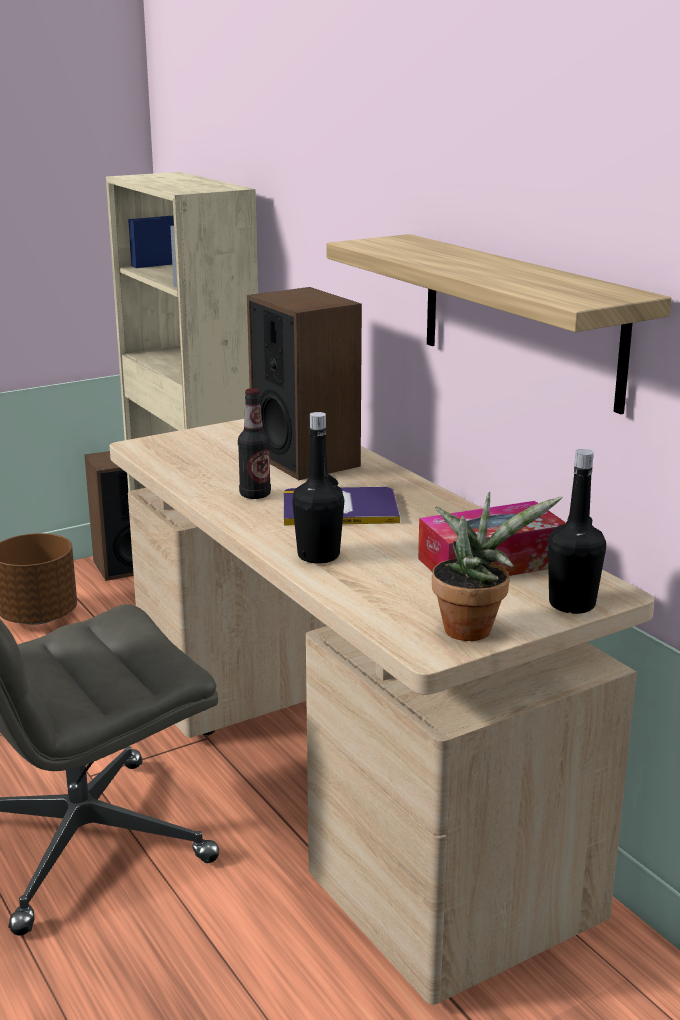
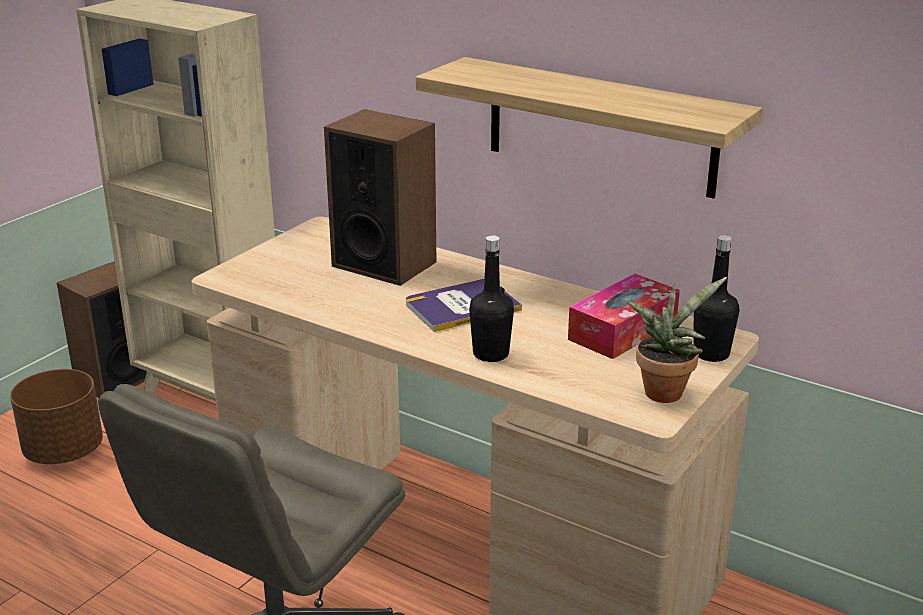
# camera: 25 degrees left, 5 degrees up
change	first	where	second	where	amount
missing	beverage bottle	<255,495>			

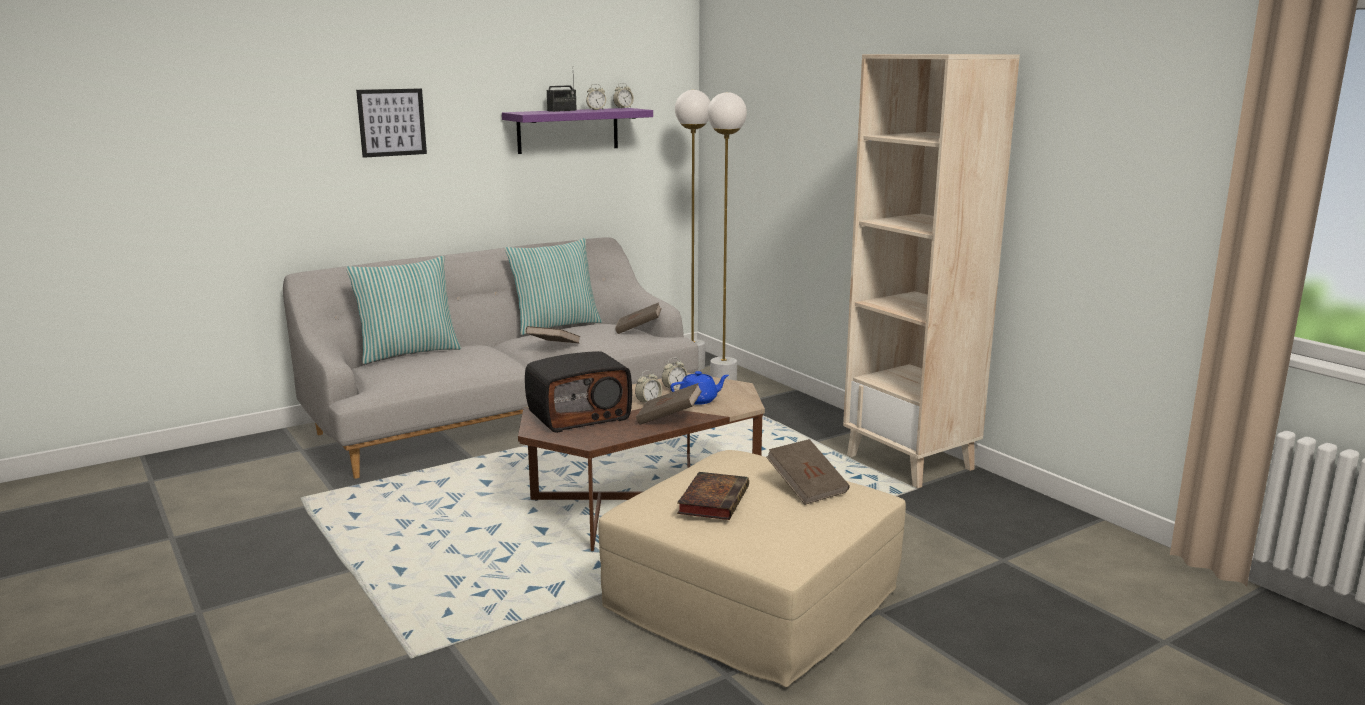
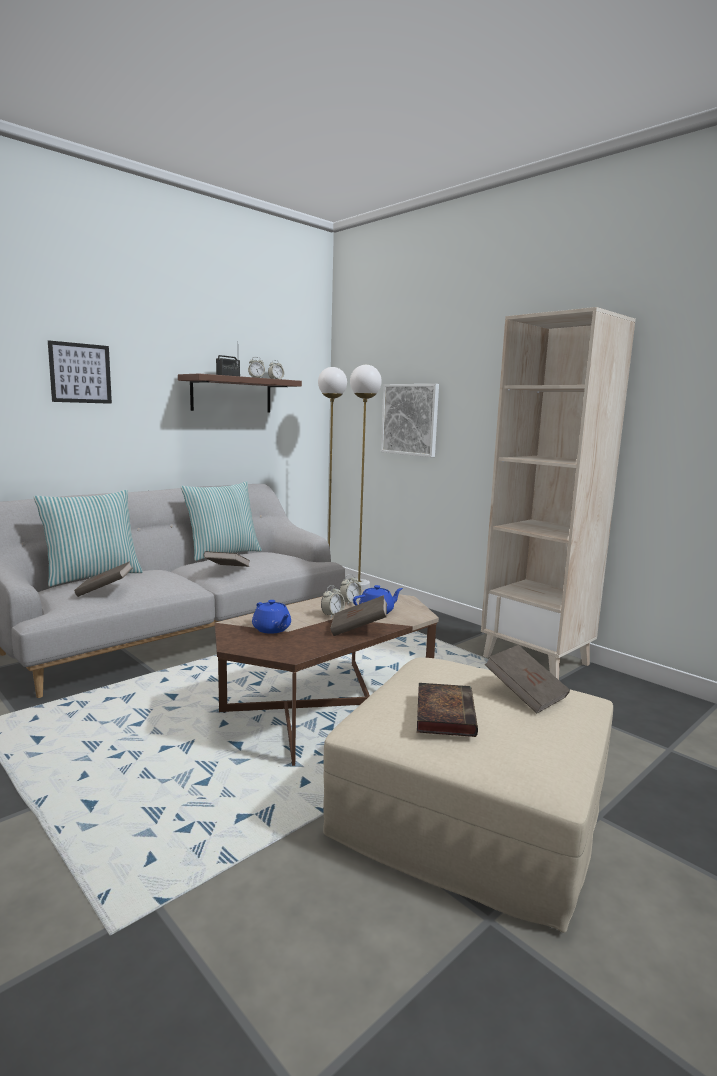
# camera: 10 degrees left, 5 degrees down
change	first	where	second	where	amount
colour	purple wall shelf	<568,130>	brown-coloured wall shelf	<231,394>	
relocated	brown-coloured book	<638,330>		<105,591>	
exchanged	radio	<579,416>	bluish teapot	<272,629>	
appeared			picture	<410,419>	

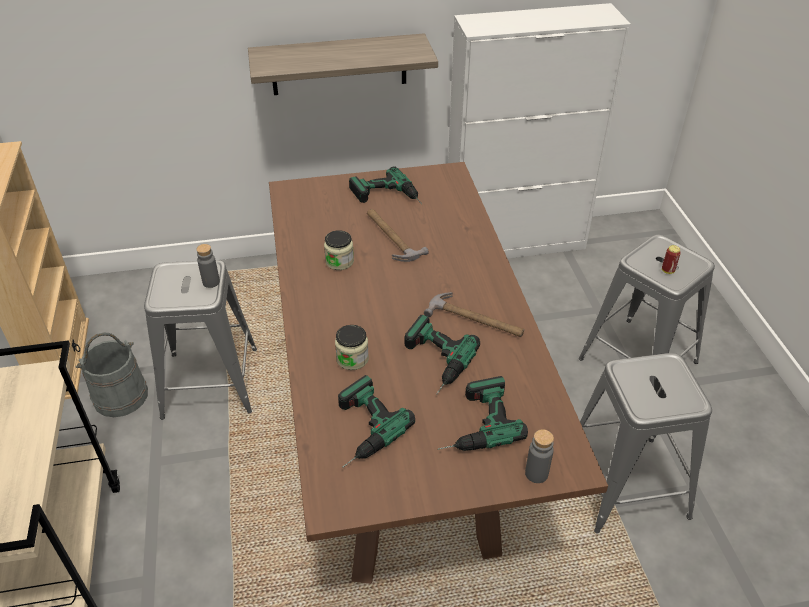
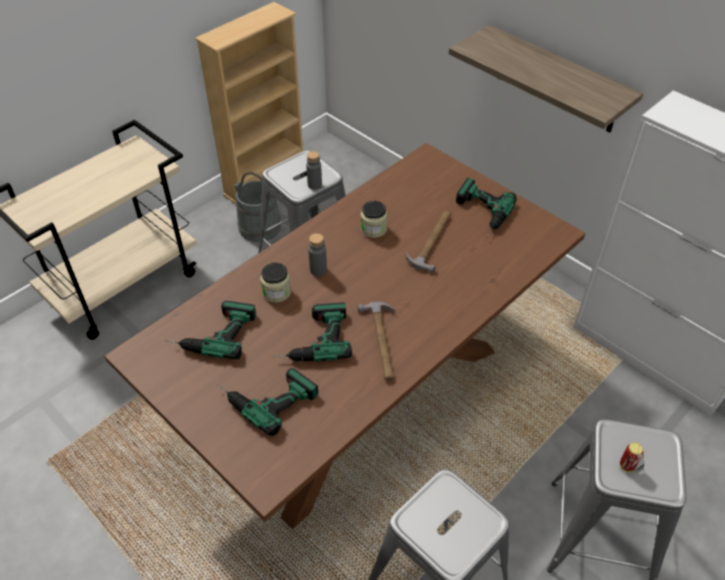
# camera: 55 degrees right, 5 degrees up
change	first	where	second	where	amount
relocated	grey beverage bottle	<536,473>		<318,270>	

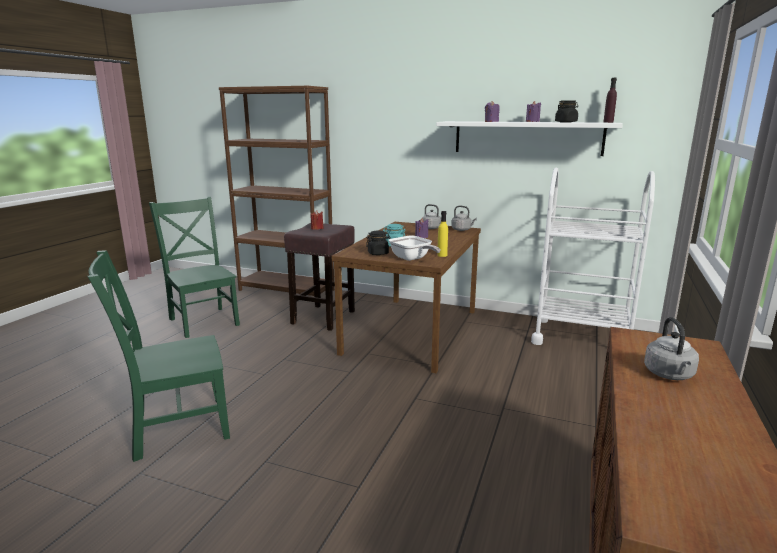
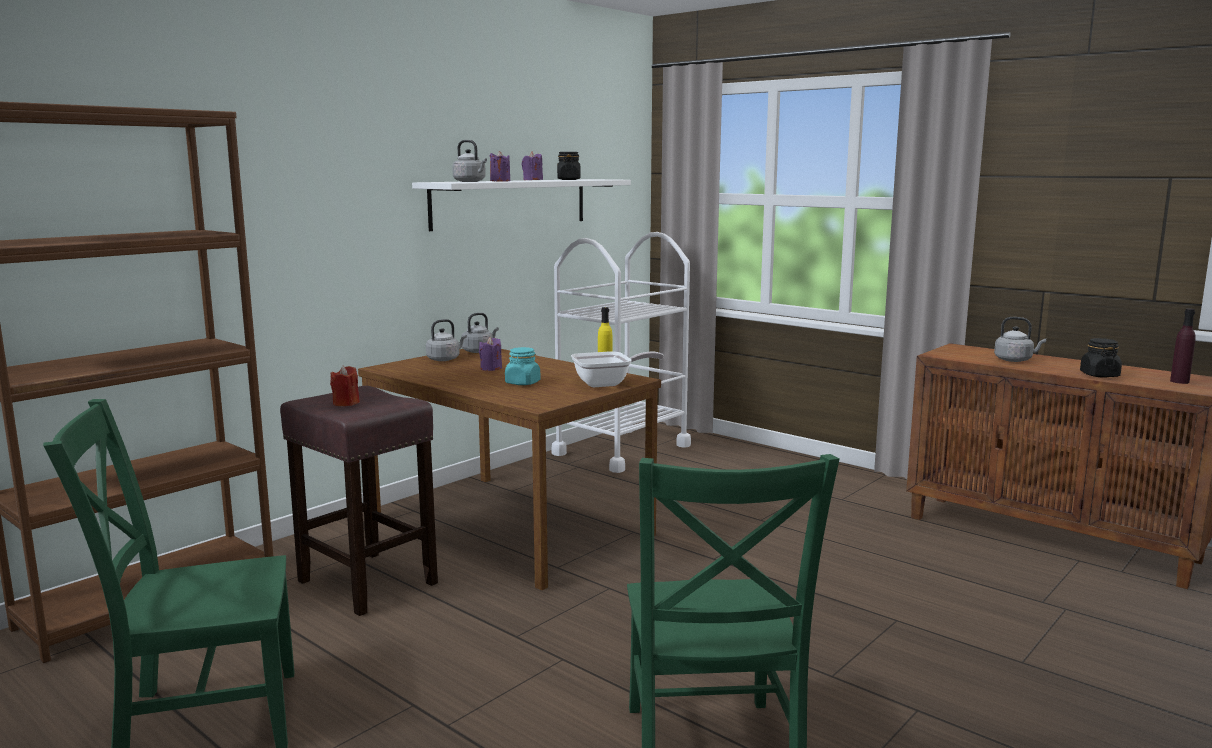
# camera: 70 degrees left, 5 degrees down
change	first	where	second	where	amount
relocated	purple beverage bottle	<608,122>		<1179,381>	
relocated	black-coloured storage jar	<378,253>		<1099,375>	
appeared			grey kettle	<470,181>	

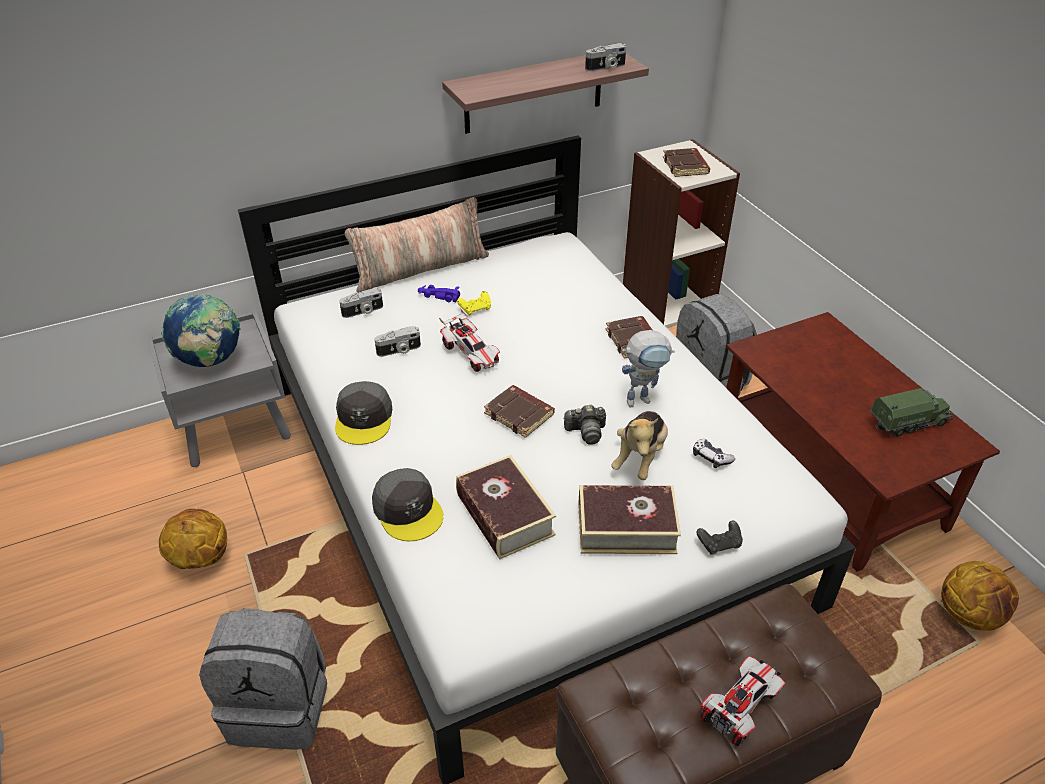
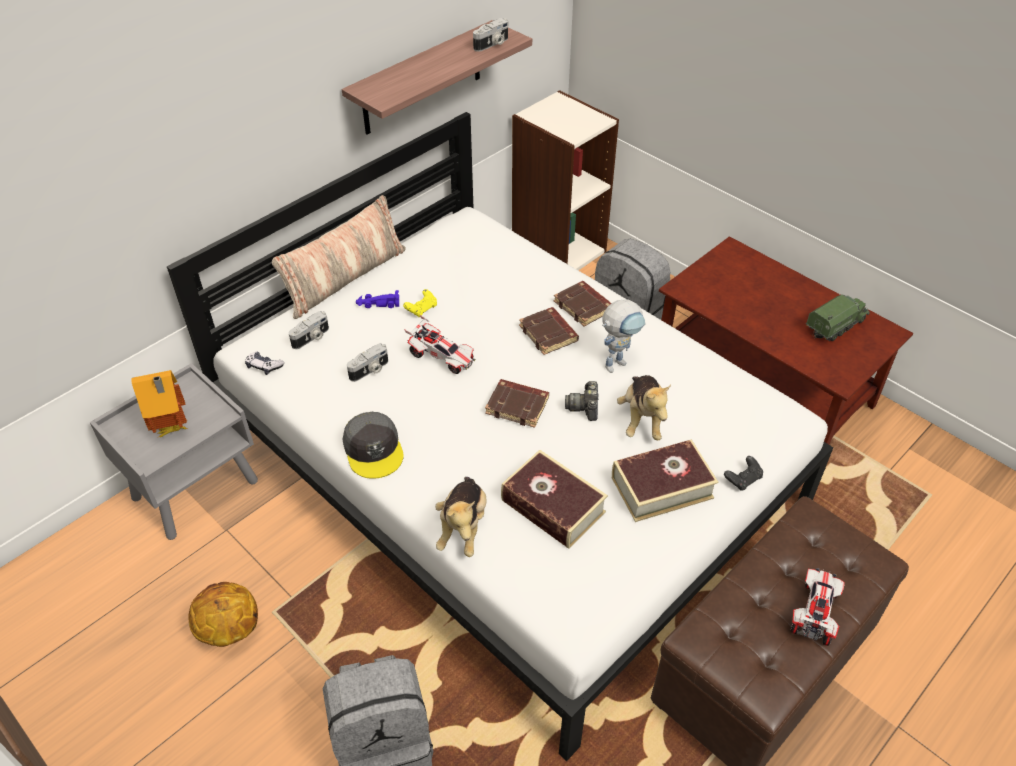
# camera: 20 degrees left, 5 degrees up
change	first	where	second	where	amount
relocated	brown-coloured book	<686,166>		<549,334>	
exchanged	globe	<210,361>	model house	<172,429>	
spun	photo camera	<586,432>		<584,407>	120 degrees clockwise
relocated	joypad	<711,457>		<264,366>	
exchanged	grey peaked cap	<408,510>	soft toy	<463,527>	
missing	basketball ball	<969,615>			

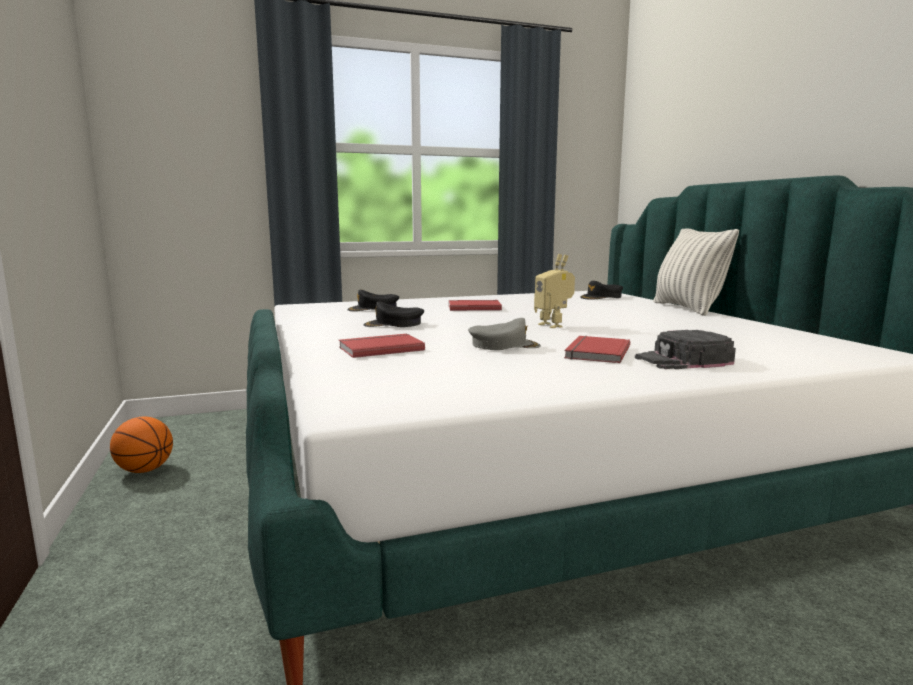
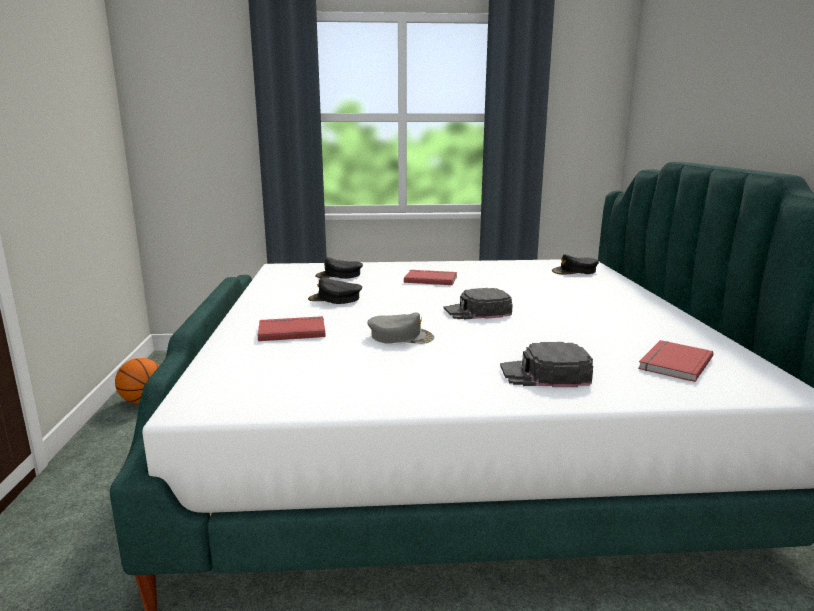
# camera: 15 degrees right, 5 degrees up
change	first	where	second	where	amount
missing	cushion	<688,308>			
exchanged	robot figure	<553,325>	black-coloured peaked cap	<477,311>	
relocated	red-coloured book	<595,352>		<673,363>	

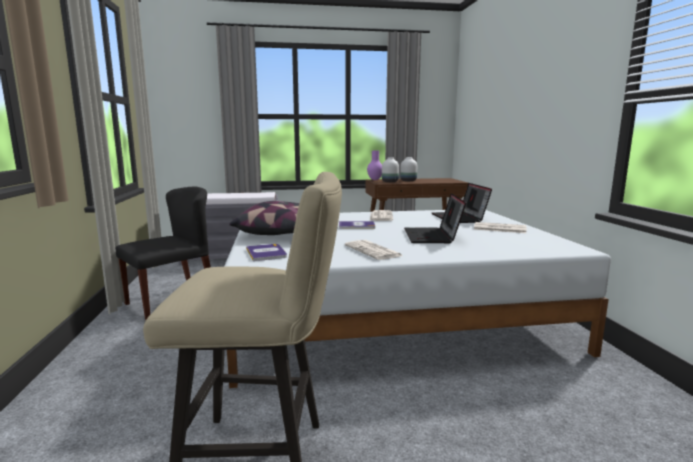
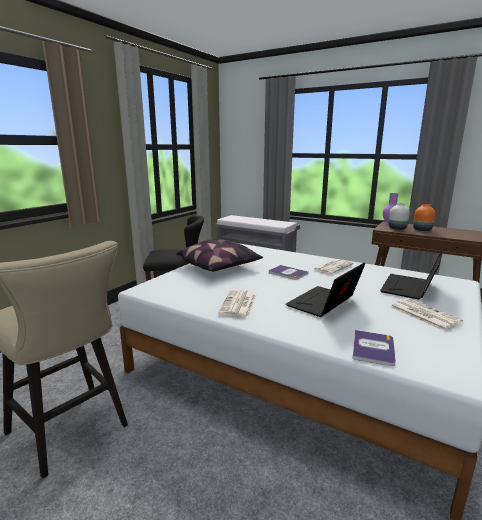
# camera: 40 degrees right, 5 degrees up
change	first	where	second	where	amount
colour	whitish decorative vase	<408,181>	orange decorative vase	<422,230>	
relocated	book	<266,253>		<373,348>	

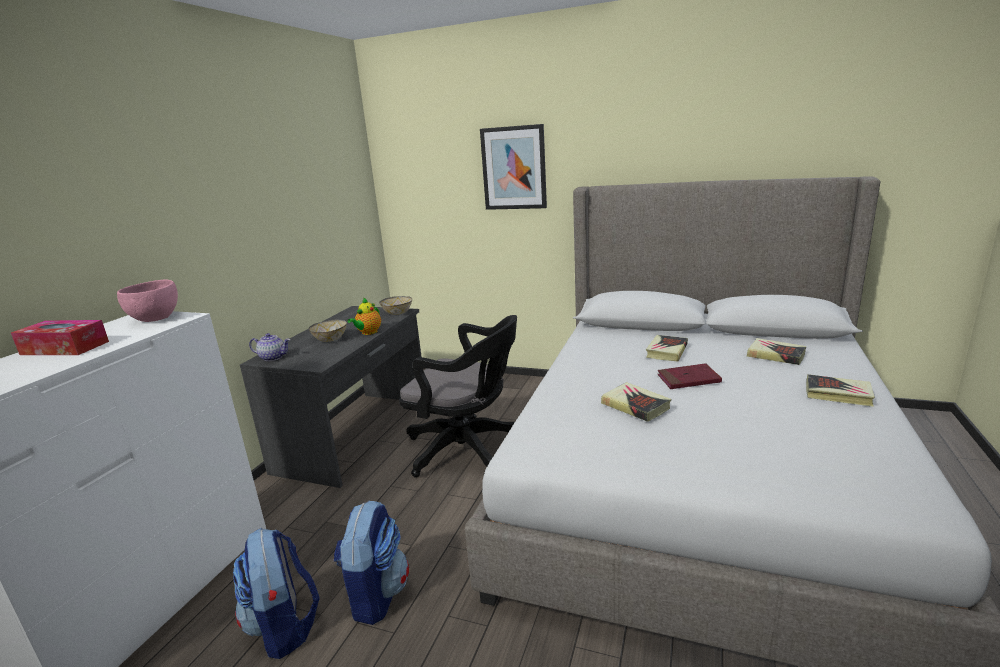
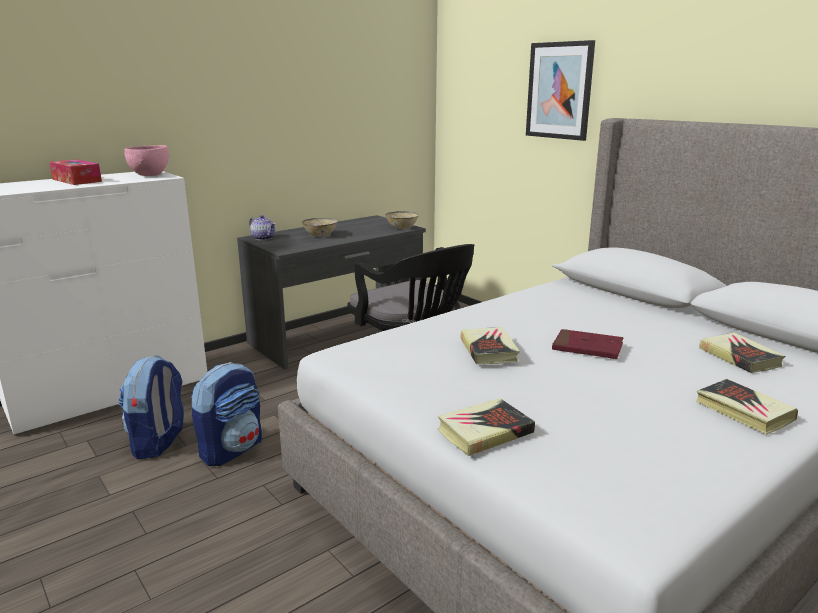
# camera: 30 degrees right, 0 degrees up
change	first	where	second	where	amount
missing	teapot	<368,333>			
relocated	book	<666,351>		<484,432>	

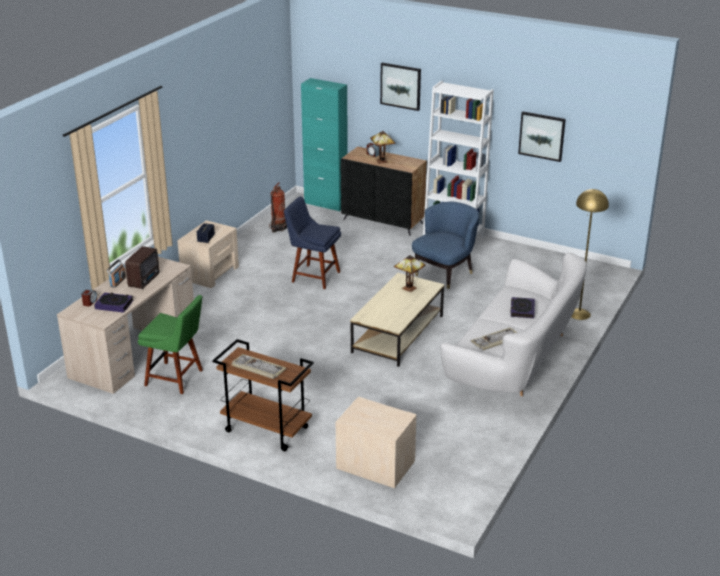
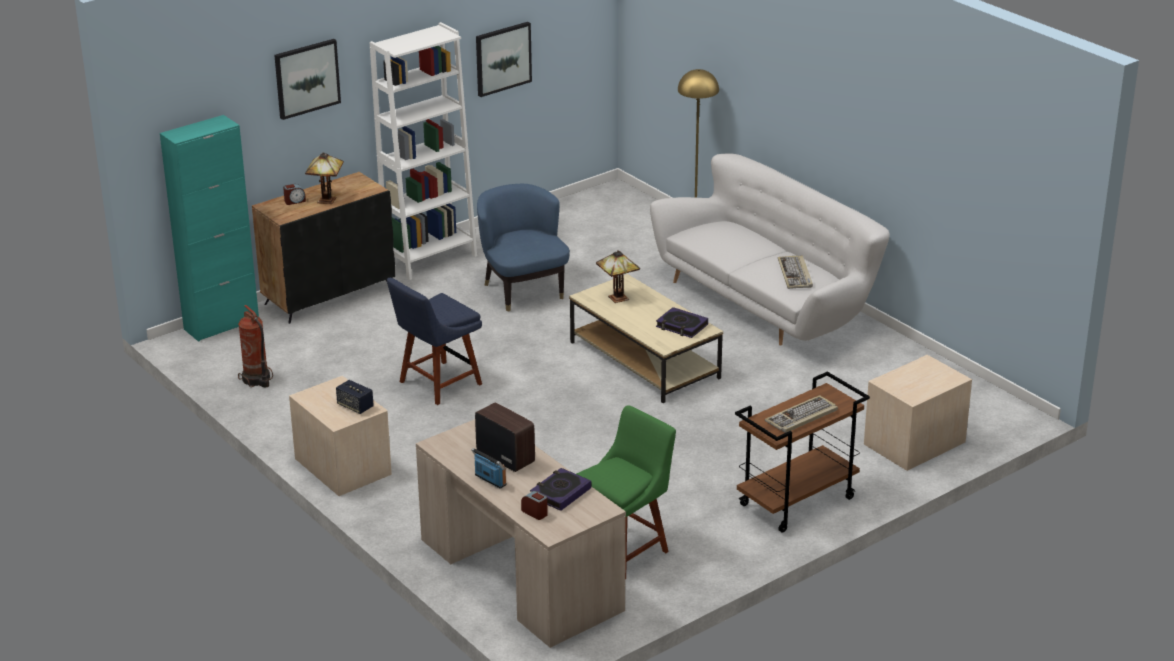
# camera: 65 degrees left, 0 degrees up
change	first	where	second	where	amount
relocated	book	<522,310>		<681,326>	

